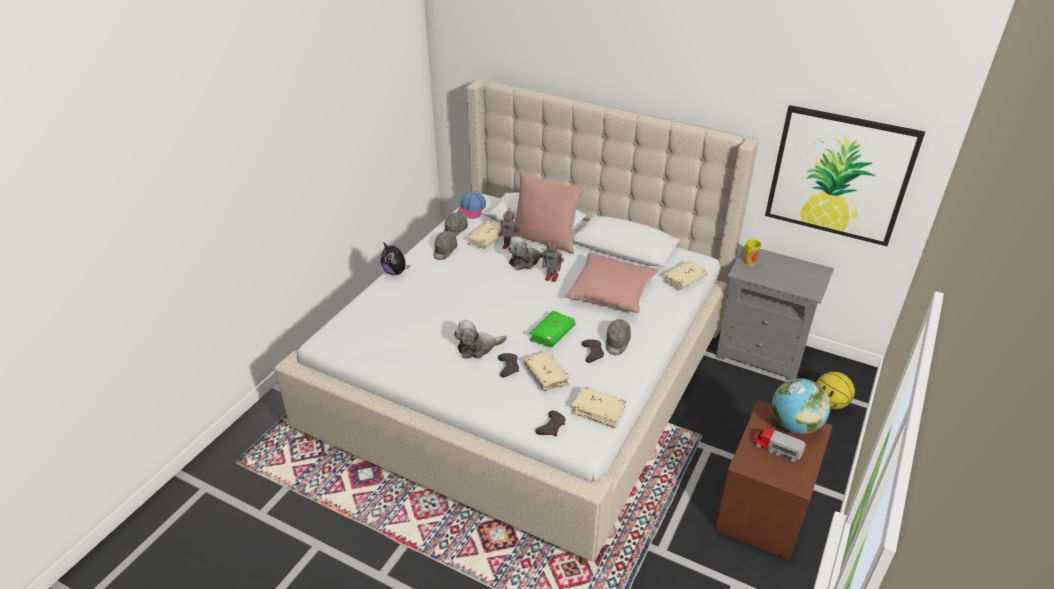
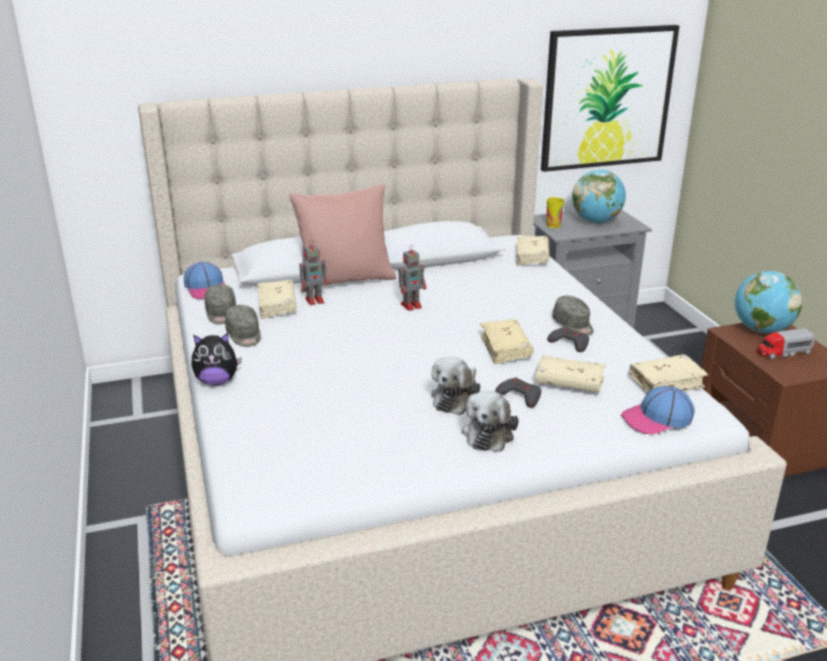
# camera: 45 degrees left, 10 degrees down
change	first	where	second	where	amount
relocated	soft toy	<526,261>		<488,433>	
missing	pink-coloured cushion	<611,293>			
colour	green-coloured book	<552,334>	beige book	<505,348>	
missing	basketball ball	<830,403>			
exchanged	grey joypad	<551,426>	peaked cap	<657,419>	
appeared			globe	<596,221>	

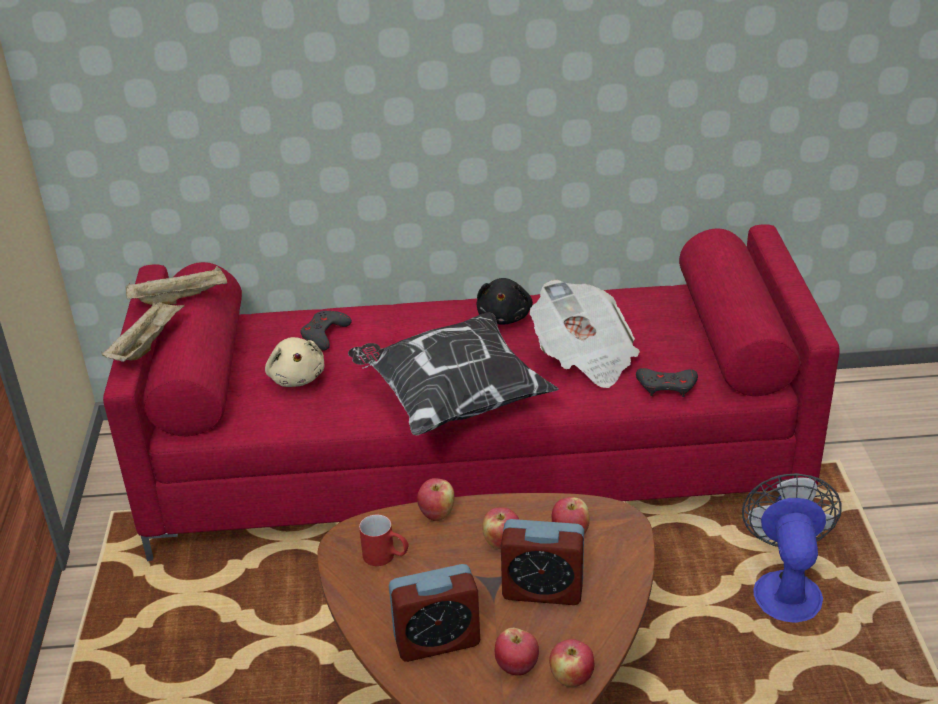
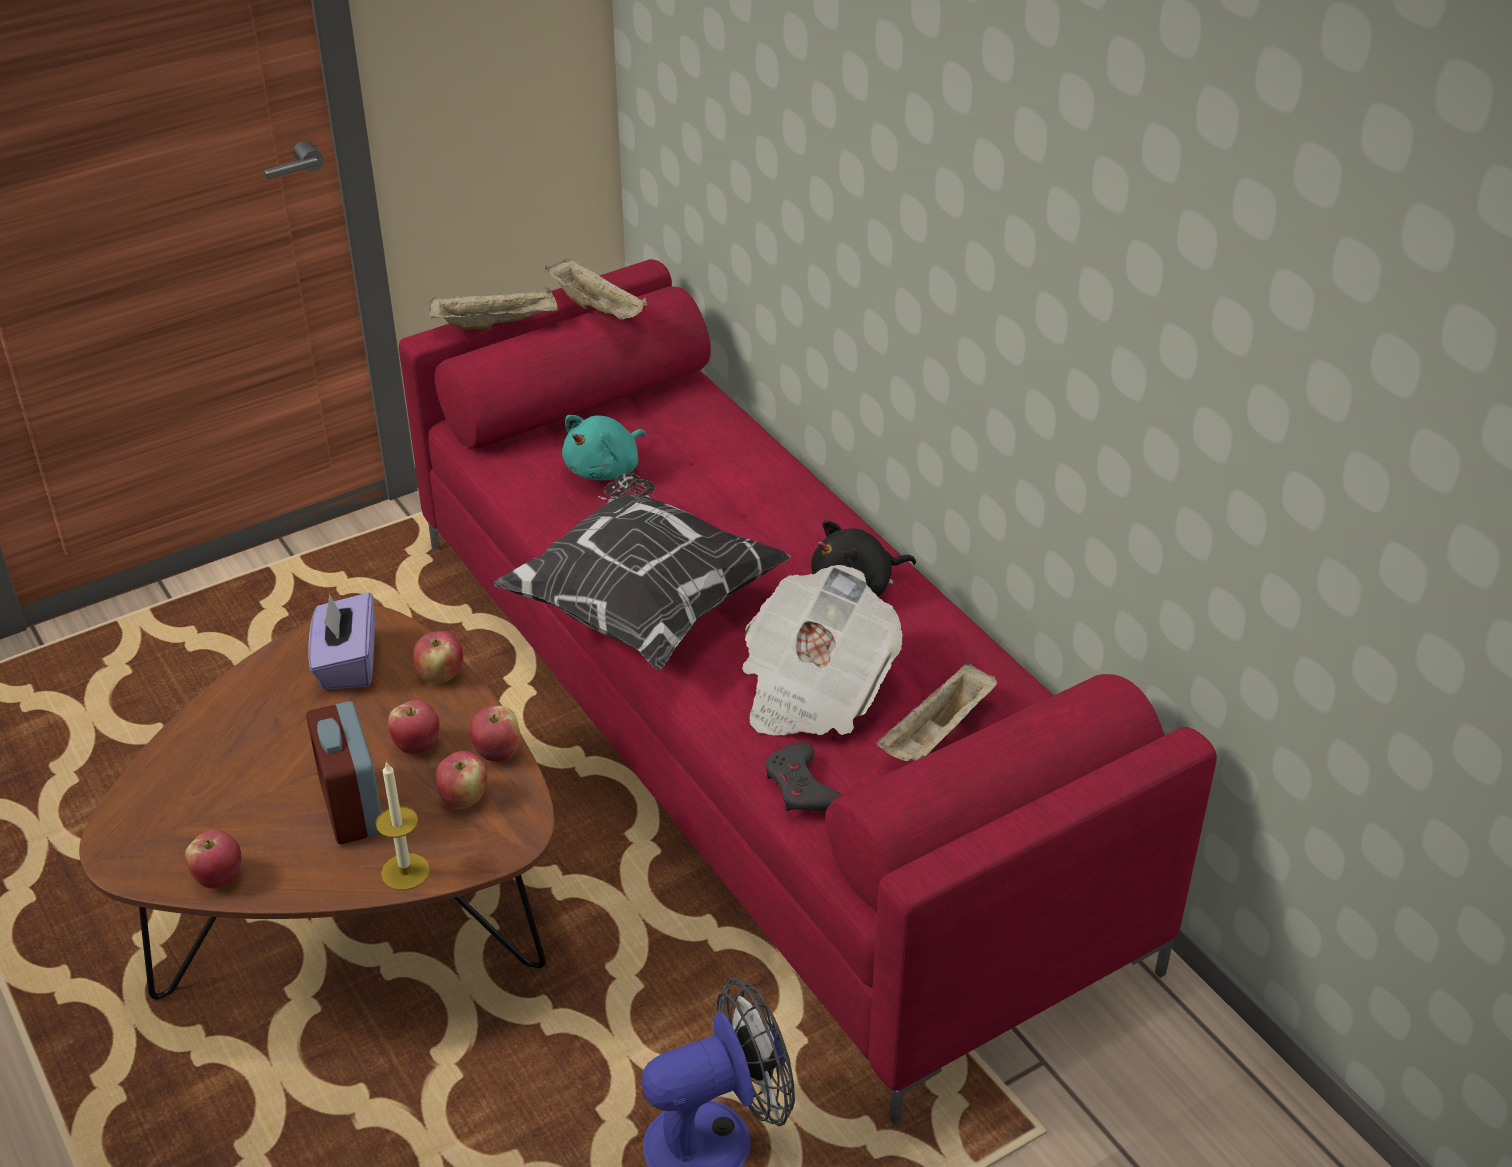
# camera: 60 degrees right, 5 degrees up
change	first	where	second	where	amount
missing	grey joypad	<324,334>			
colour	beige soft toy	<297,377>	turquoise soft toy	<605,469>	
exchanged	red-coloured coffee mug	<386,557>	purple box of tissues	<347,663>	
missing	alarm clock	<437,641>			
relocated	whole apple	<517,667>		<497,752>	
appeared			beige carrying tray	<937,734>	
appeared			wax light	<405,872>	

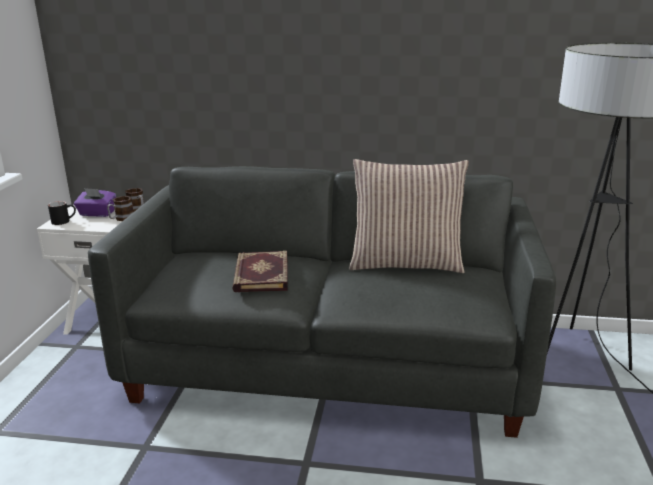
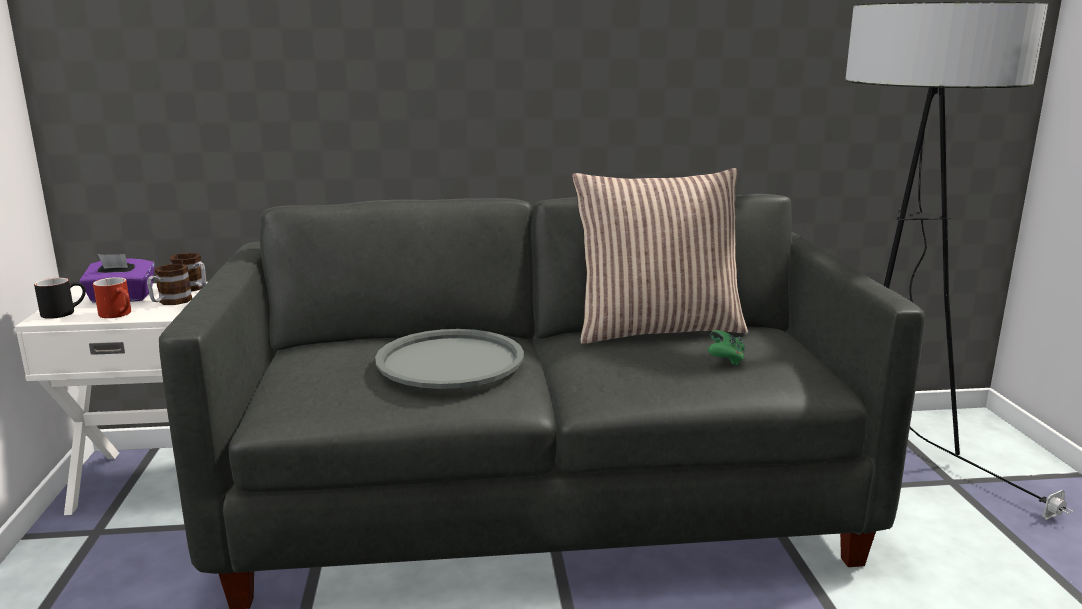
# camera: 15 degrees left, 5 degrees down
change	first	where	second	where	amount
exchanged	book	<260,274>	grey carrying tray	<450,361>	
appeared			red-coloured coffee mug	<119,314>	
appeared			green-coloured joypad	<725,359>	

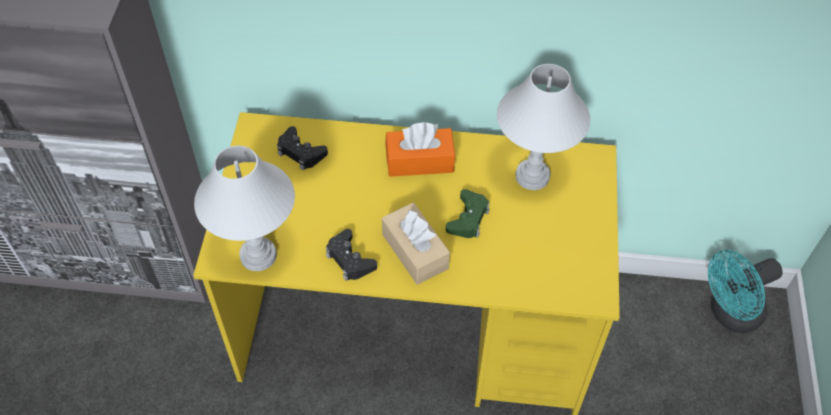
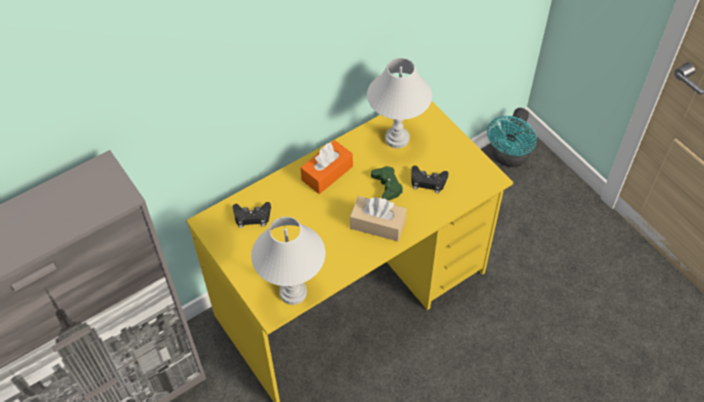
# camera: 40 degrees left, 0 degrees up
change	first	where	second	where	amount
relocated	black-coloured joypad	<349,259>		<428,182>	

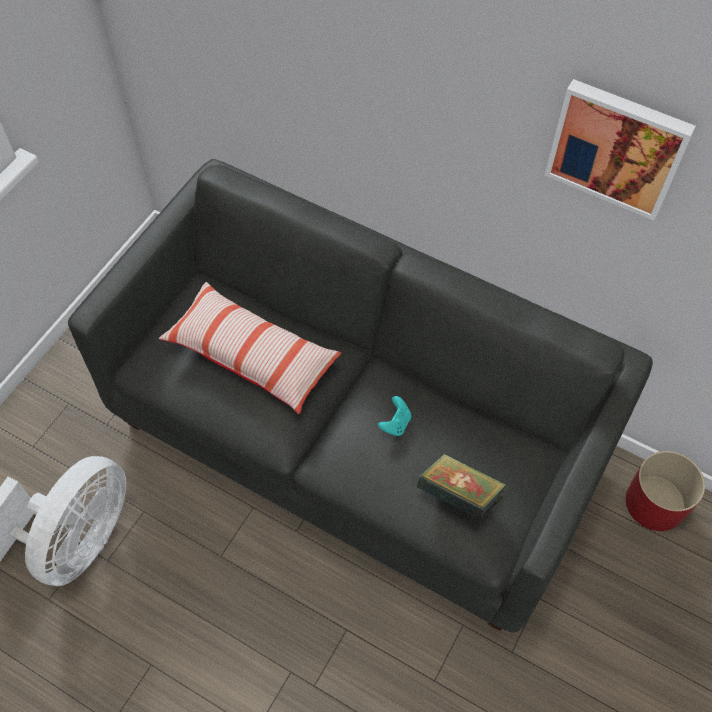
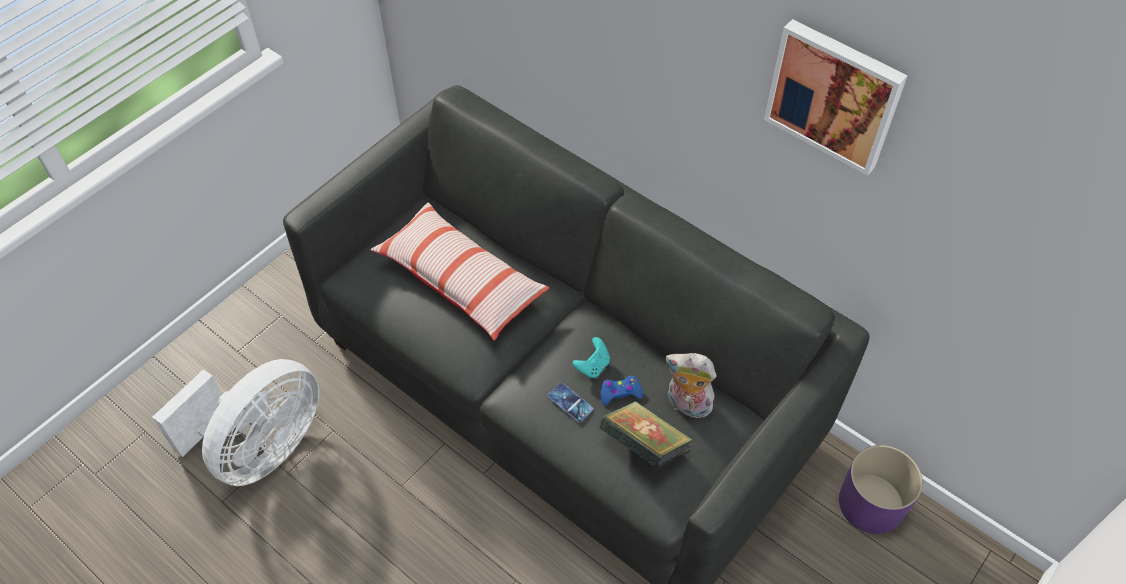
# camera: 10 degrees right, 5 degrees down
change	first	where	second	where	amount
colour	red-coloured flower pot	<655,503>	purple flower pot	<871,503>	
appeared			soft toy	<686,405>	
appeared			bluish joypad	<620,393>	
appeared			handset	<570,402>	

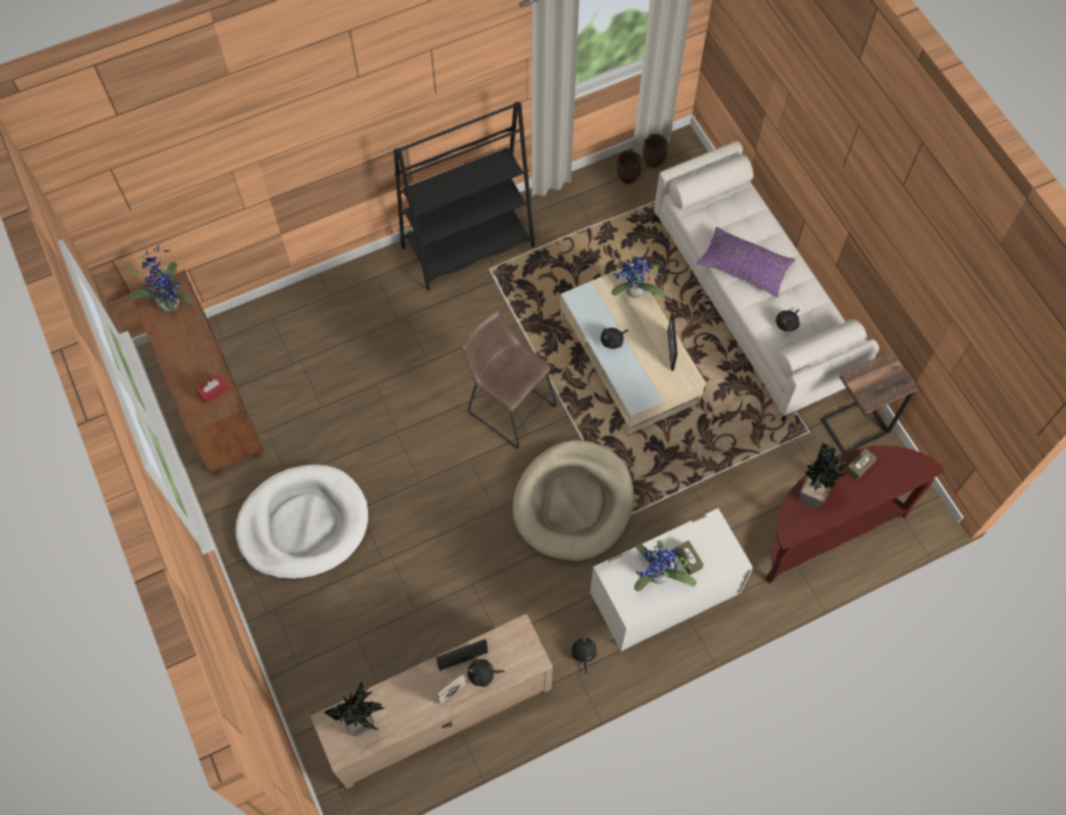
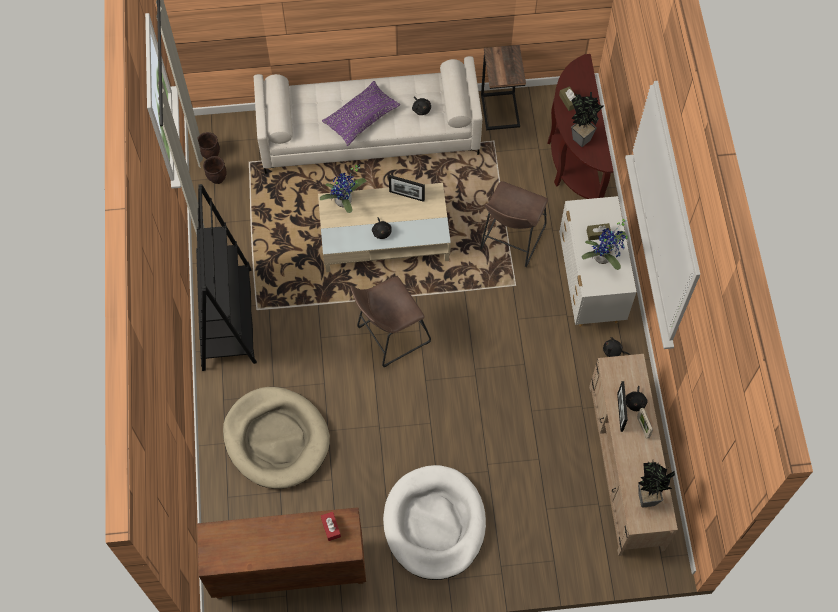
# camera: 70 degrees left, 0 degrees up
change	first	where	second	where	amount
missing	potted plant	<169,301>			
relocated	beige dog cushion	<573,503>		<276,439>	
appeared			brown-coloured sitting stool	<510,240>	

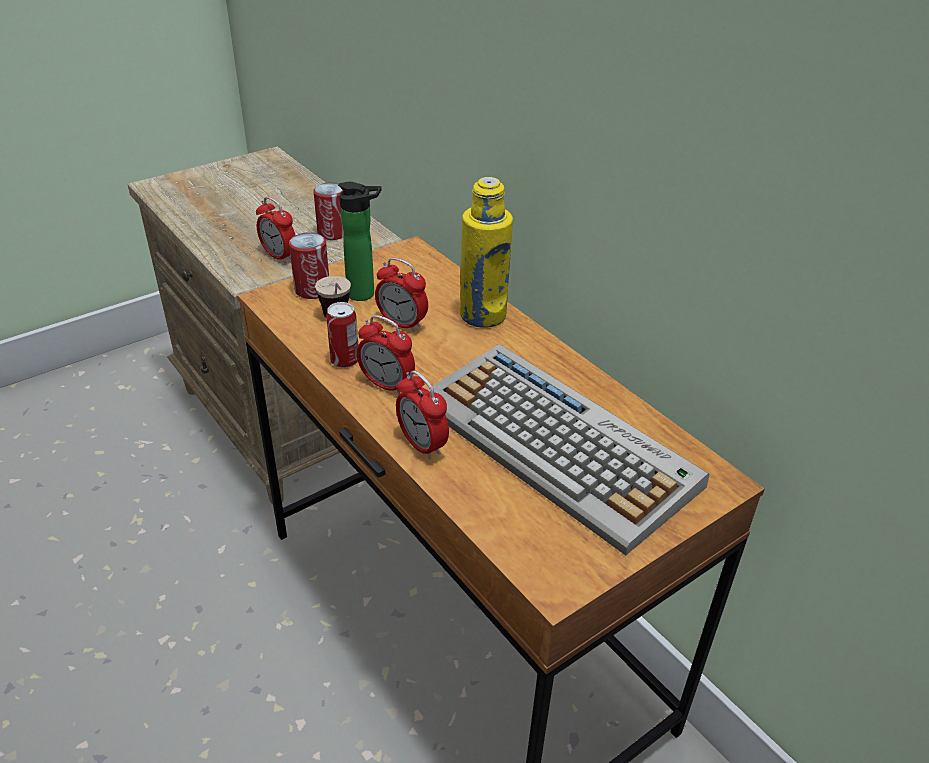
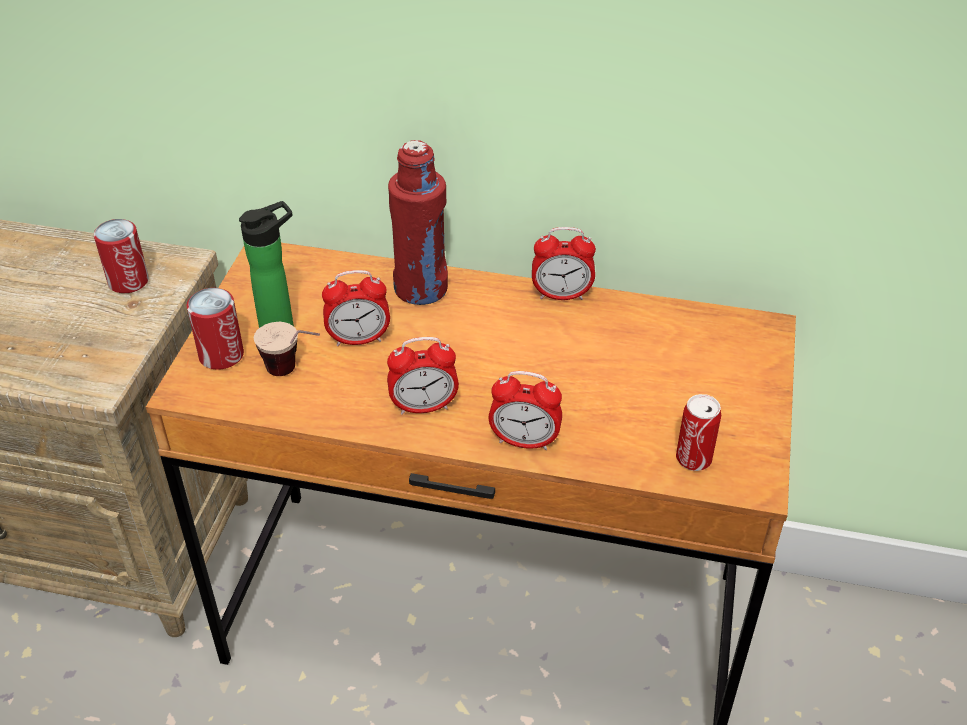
# camera: 40 degrees left, 5 degrees up
change	first	where	second	where	amount
colour	yellow beverage bottle	<483,315>	red-coloured beverage bottle	<421,289>	
relocated	alarm clock	<279,256>		<561,295>	
relocated	can	<344,360>		<693,459>	
missing	keyboard	<559,444>			

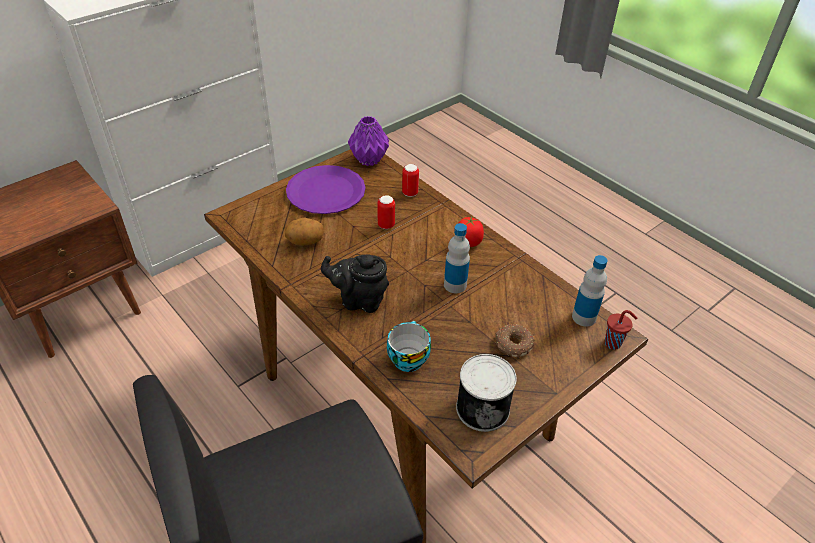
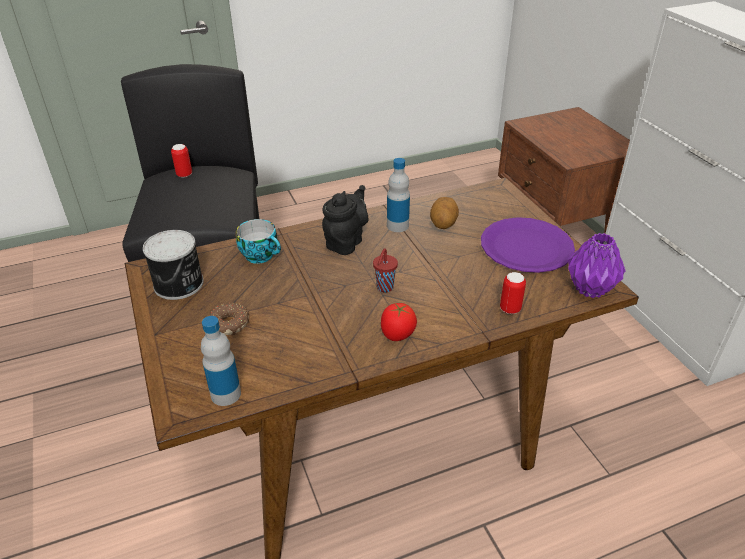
# camera: 110 degrees right, 5 degrees down
change	first	where	second	where	amount
relocated	can	<386,225>		<184,175>	
relocated	beverage bottle	<455,285>		<397,225>	
relocated	red-coloured cup	<613,343>		<384,288>	

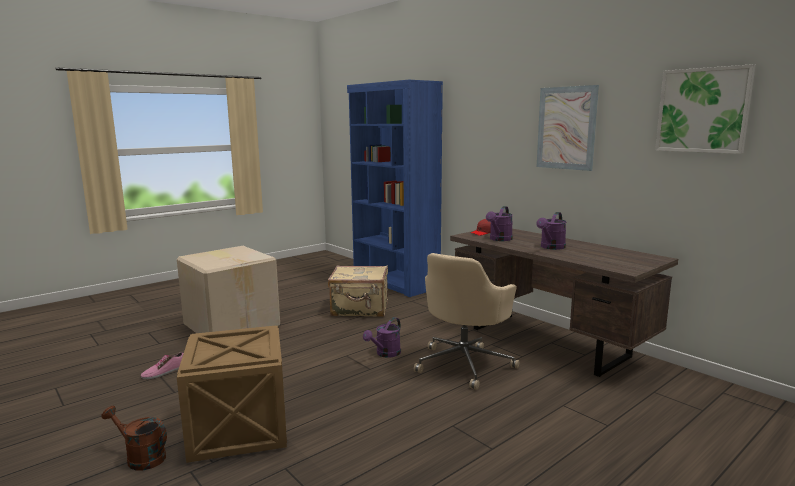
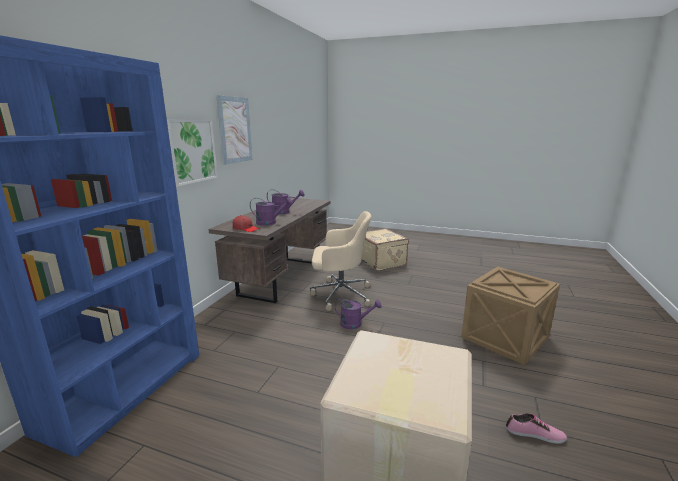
# camera: 120 degrees left, 5 degrees up
change	first	where	second	where	amount
relocated	picture	<703,110>		<191,151>	
relocated	beige suitcase	<360,309>		<381,261>	
missing	brown-coloured sprinkling can	<141,457>			

